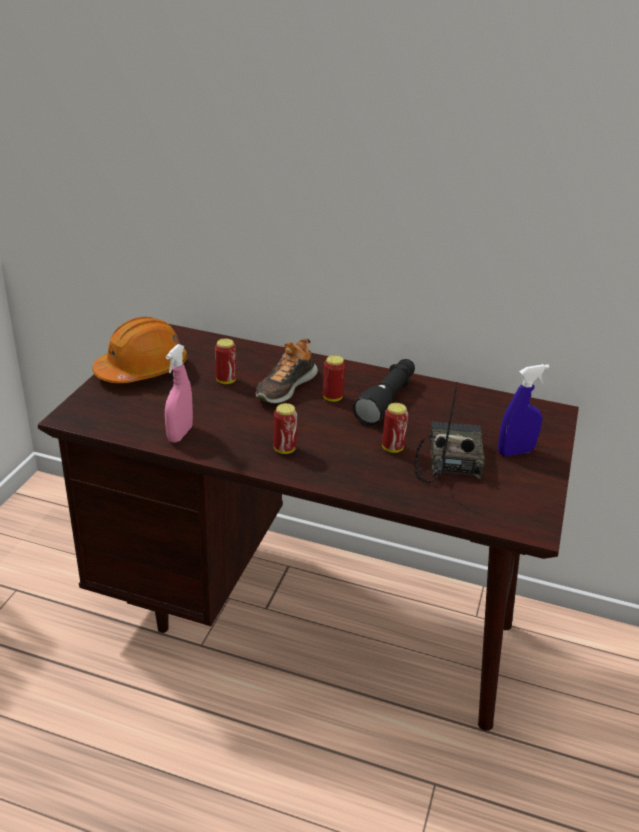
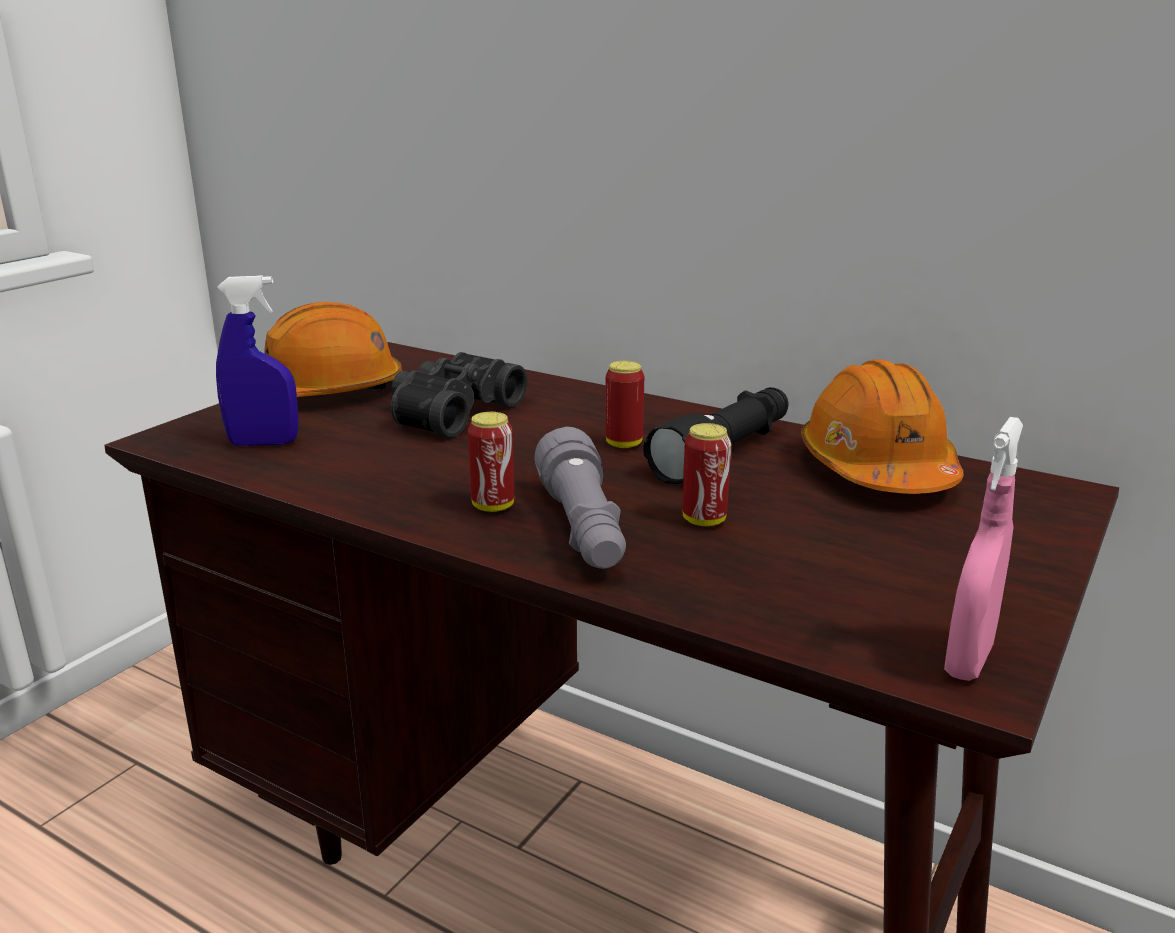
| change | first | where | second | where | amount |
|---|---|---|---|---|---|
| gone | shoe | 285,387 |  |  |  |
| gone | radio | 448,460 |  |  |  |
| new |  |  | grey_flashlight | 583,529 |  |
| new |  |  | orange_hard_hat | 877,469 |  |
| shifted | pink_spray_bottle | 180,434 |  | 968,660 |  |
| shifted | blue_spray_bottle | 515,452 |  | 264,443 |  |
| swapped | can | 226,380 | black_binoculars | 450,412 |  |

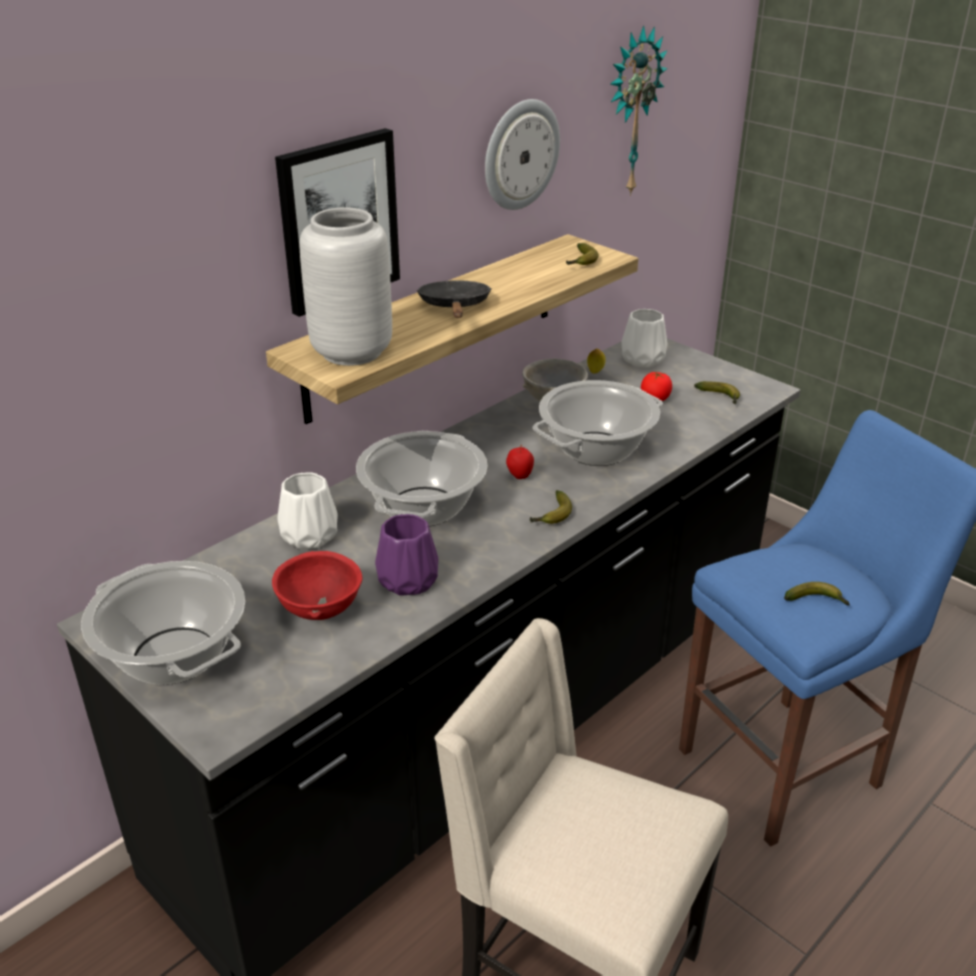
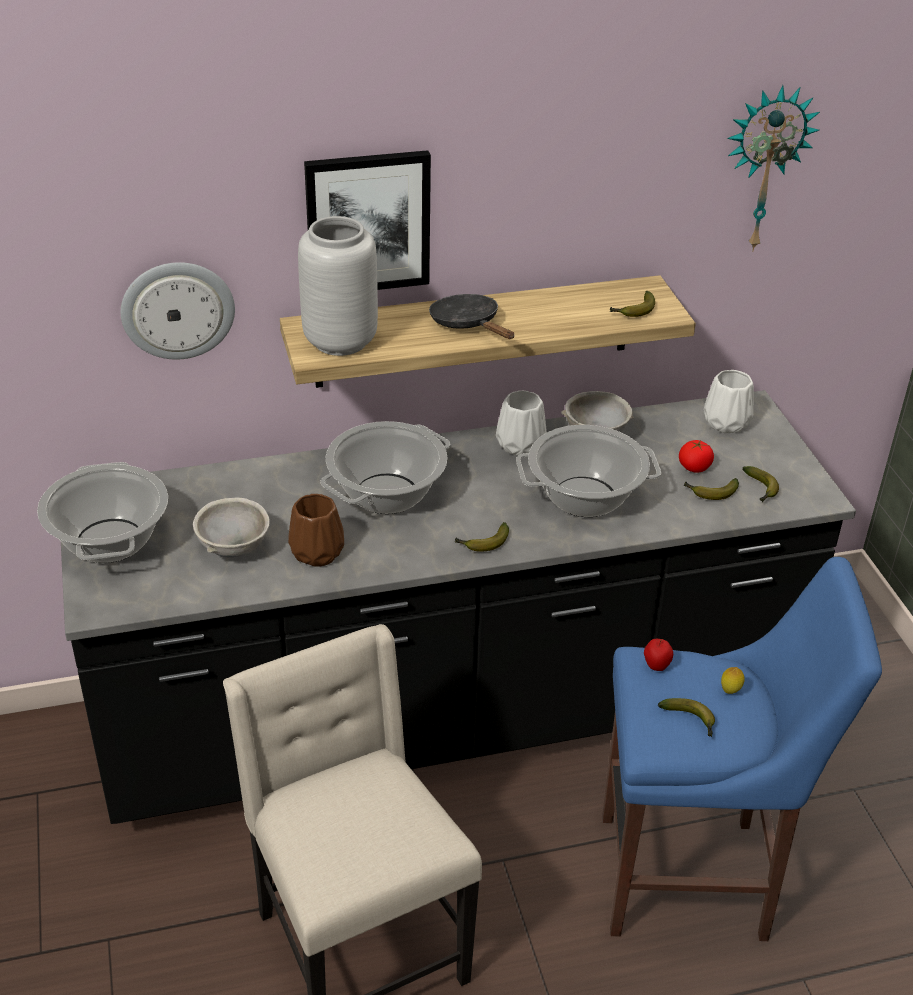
| change | first | where | second | where | amount |
|---|---|---|---|---|---|
| new |  |  | banana | 710,493 |  |
| shifted | white_vase | 311,535 |  | 521,444 |  |
| shifted | wall_clock | 520,154 |  | 177,309 |  |
| shifted | apple | 519,476 |  | 656,666 |  |
| shifted | lemon | 595,372 |  | 730,691 |  |
| repainted | red_bowl | 322,610 | grey_bowl | 235,549 |  |
| repainted | purple_vase | 409,581 | brown_vase | 318,552 |  |
| rotated | black_frying_pan | 455,307 |  | 468,324 | 60 degrees counterclockwise |

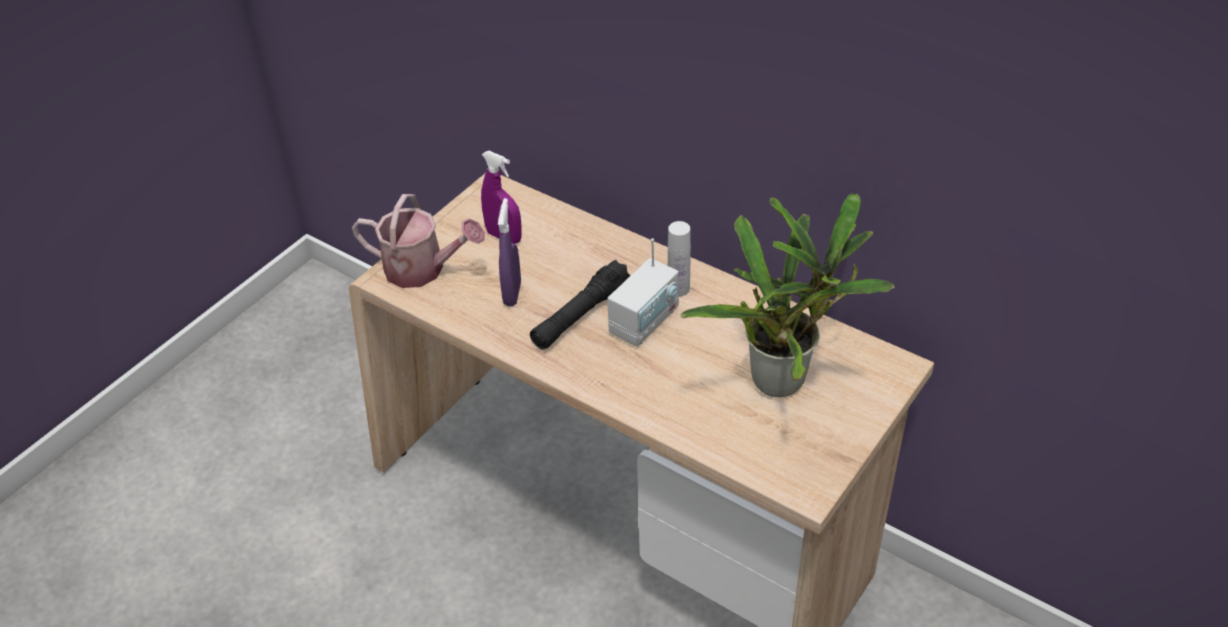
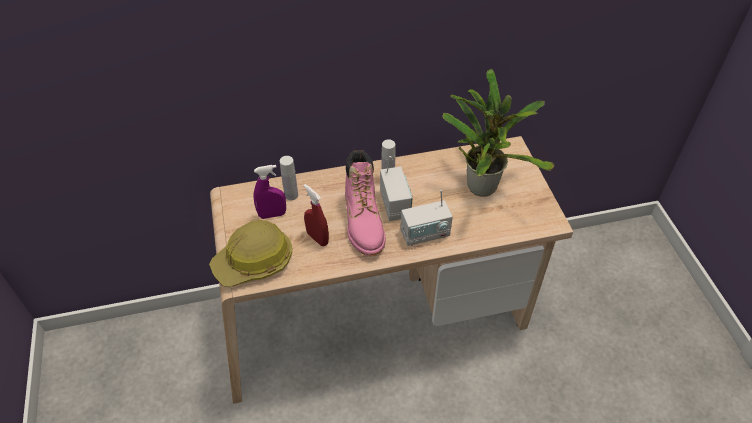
| change | first | where | second | where | amount |
|---|---|---|---|---|---|
| new |  |  | white_bottle | 291,195 |  |
| new |  |  | radio | 425,234 |  |
| swapped | watering_can | 422,269 | hard_hat | 254,262 |  |
| swapped | black_flashlight | 580,315 | pink_boot | 364,223 |  |
| repainted | purple_spray_bottle | 512,293 | red_spray_bottle | 317,238 |  |

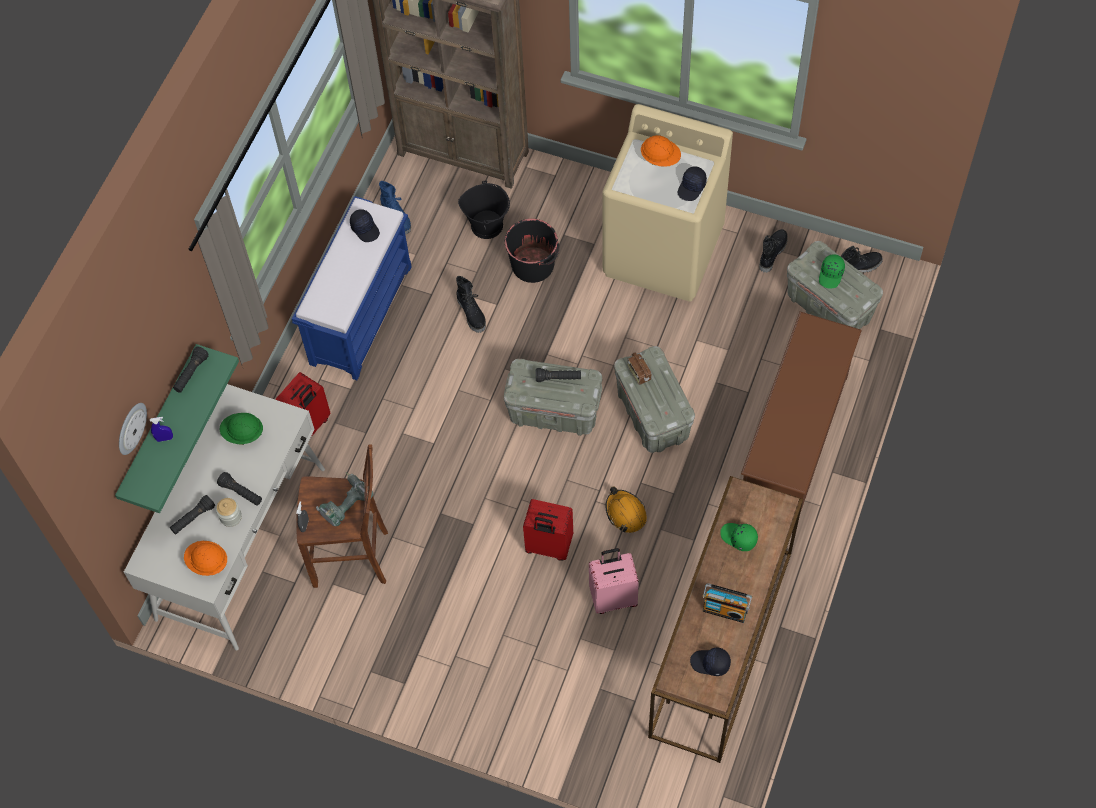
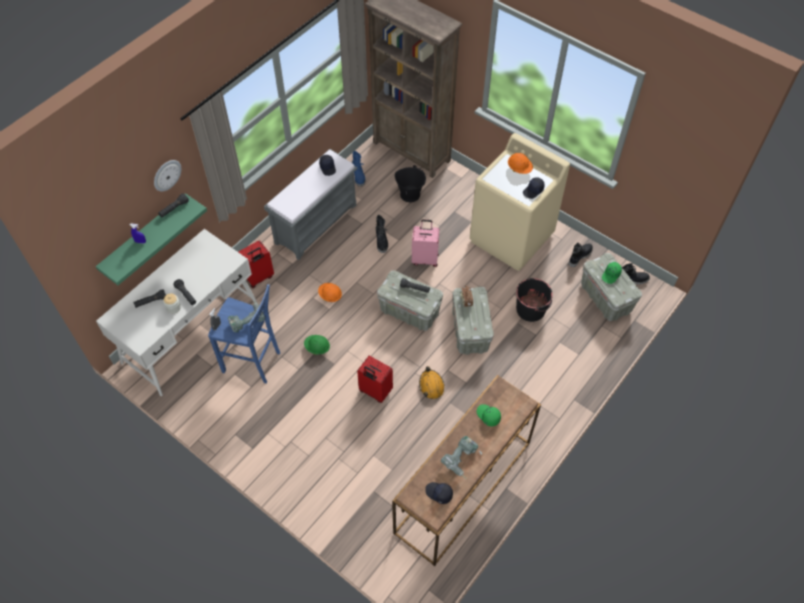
| change | first | where | second | where | amount |
|---|---|---|---|---|---|
| gone | brown_shoe_rack | 794,441 |  |  |  |
| shifted | wall_clock | 130,428 |  | 166,175 |  |
| shifted | orange_hard_hat | 207,563 |  | 330,296 |  |
| shifted | green_hard_hat | 243,434 |  | 317,348 |  |
| shifted | black_bucket | 533,265 |  | 531,309 |  |
| shifted | pink_suitcase | 613,597 |  | 425,259 |  |
| swapped | radio | 725,609 | power_drill | 462,460 |  |
| repainted | blue_bench | 361,313 | grey_bench | 316,223 |  |
| repainted | brown_stool | 353,558 | blue_stool | 253,362 |  |

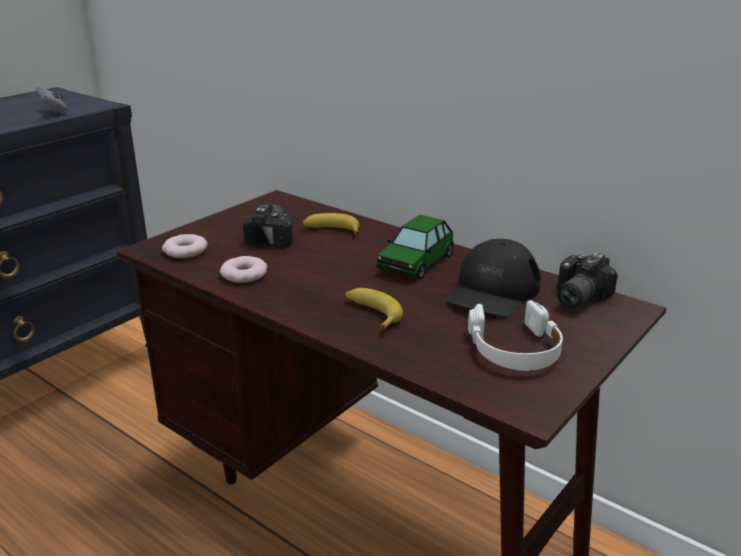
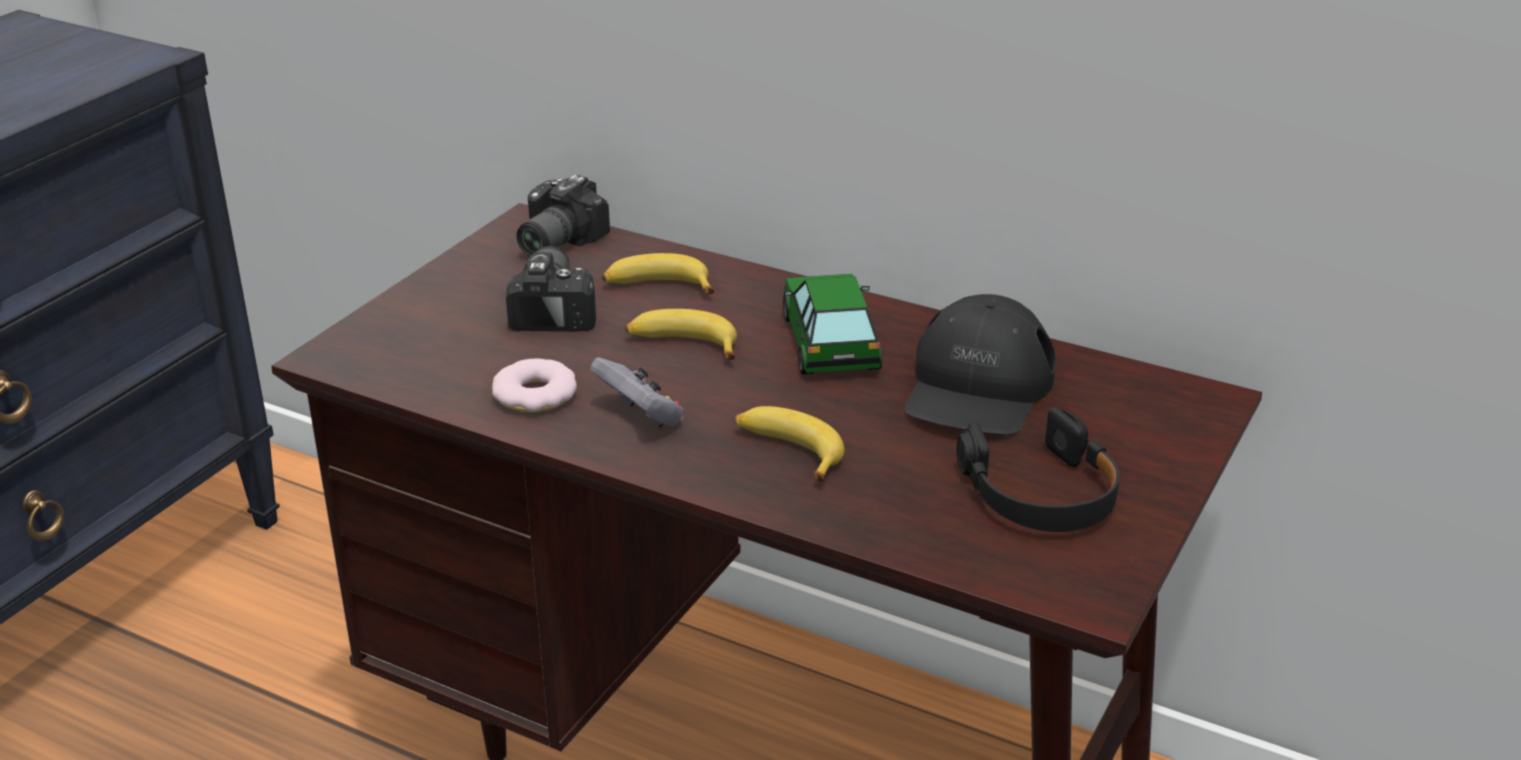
| change | first | where | second | where | amount |
|---|---|---|---|---|---|
| gone | donut | 185,251 |  |  |  |
| new |  |  | banana | 682,345 |  |
| shifted | grey_game_controller | 54,112 |  | 641,417 |  |
| shifted | photo_camera | 575,297 |  | 553,242 |  |
| repainted | white_headphones | 515,349 | black_headphones | 1041,493 |  |
| rotated | toy_car | 416,262 |  | 830,341 | 150 degrees clockwise |

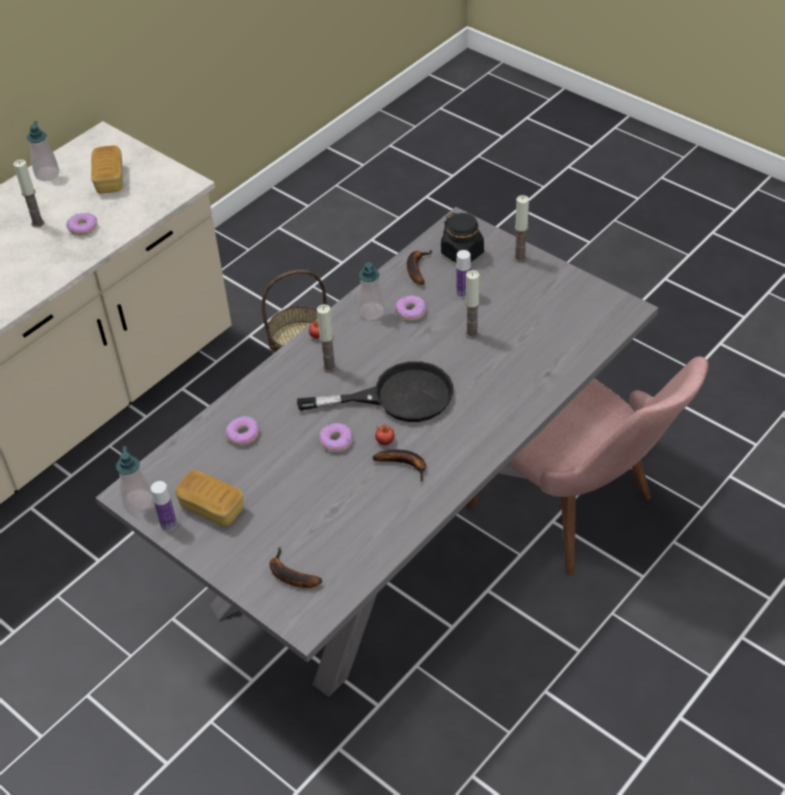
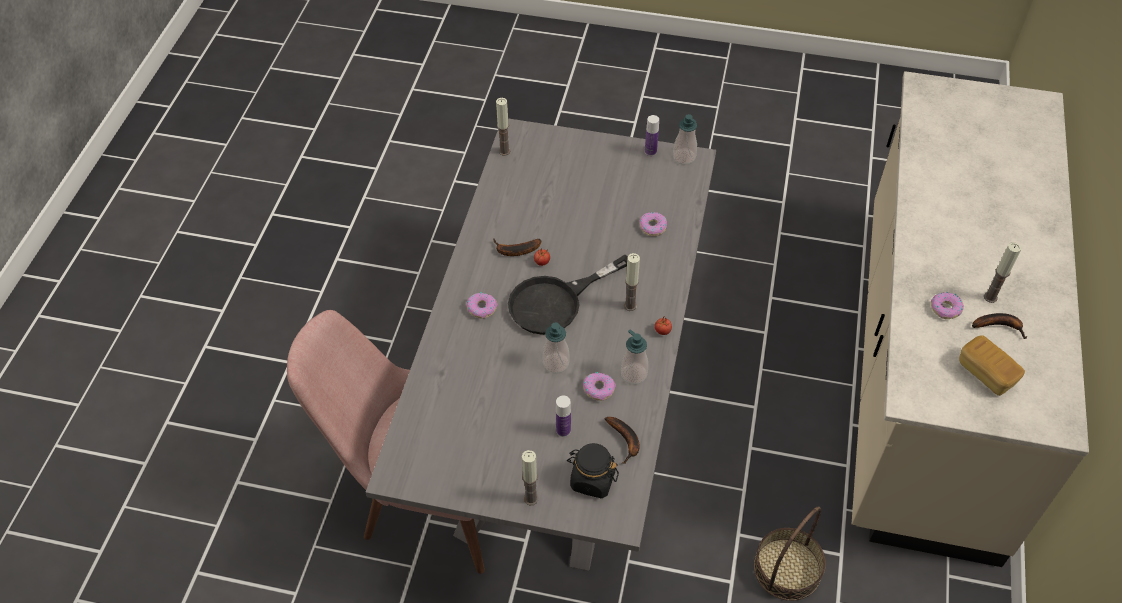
| change | first | where | second | where | amount |
|---|---|---|---|---|---|
| gone | bread | 212,508 |  |  |  |
| shifted | soap_dispenser | 47,174 |  | 556,363 |  |
| shifted | banana | 289,575 |  | 1000,326 |  |
| shifted | donut | 336,441 |  | 482,308 |  |
| shifted | candle | 472,333 |  | 504,151 |  |

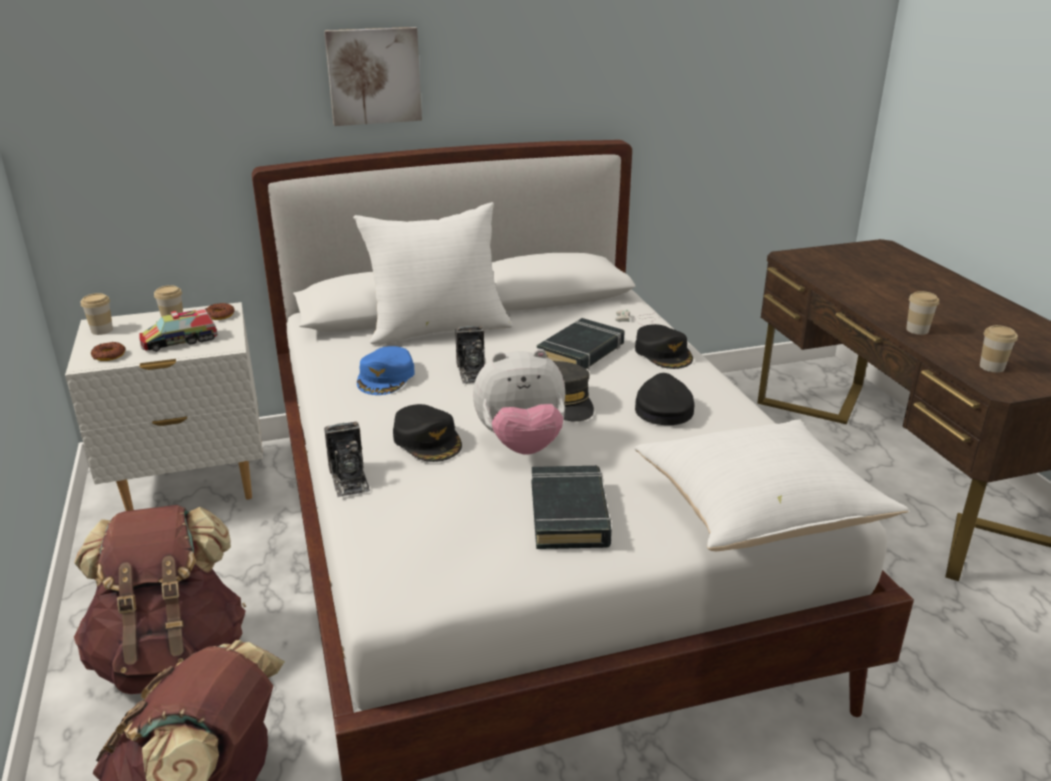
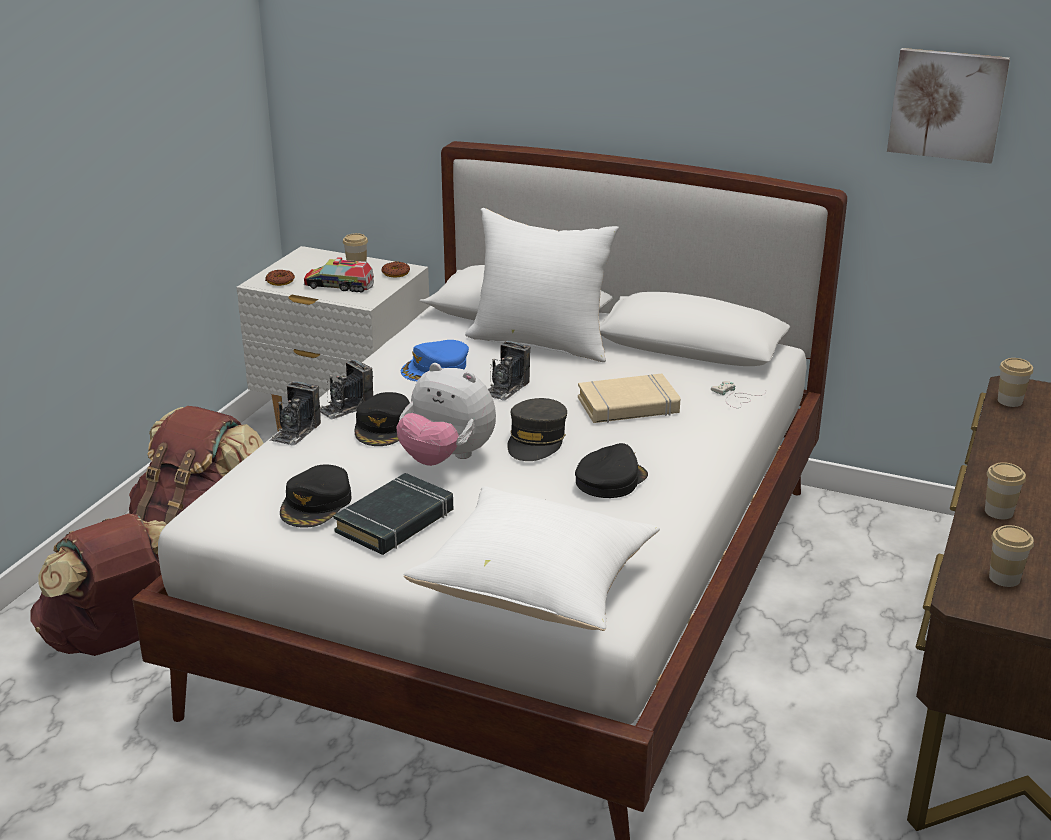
| change | first | where | second | where | amount |
|---|---|---|---|---|---|
| new |  |  | photo_camera | 345,407 |  |
| shifted | cup | 102,330 |  | 1009,401 |  |
| shifted | picture | 374,76 |  | 947,104 |  |
| shifted | black_cap | 663,353 |  | 316,504 |  |
| repainted | black_book | 581,352 | beige_book | 628,406 |  |

